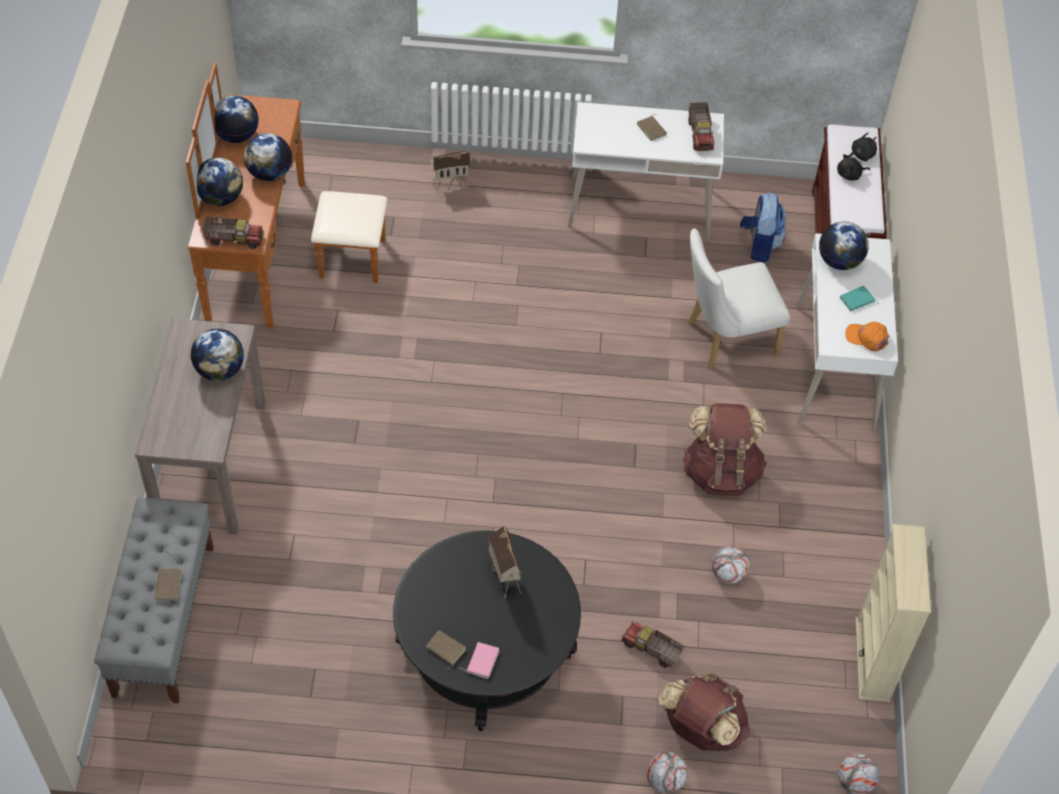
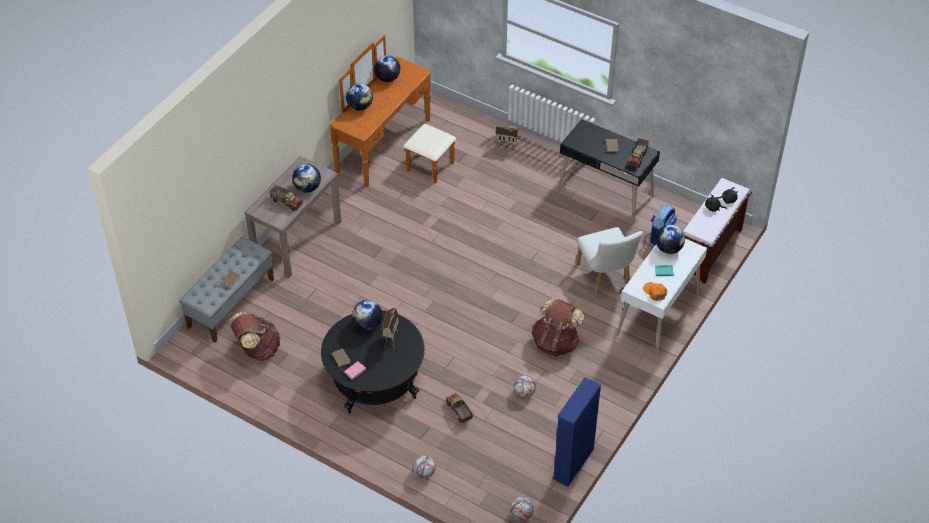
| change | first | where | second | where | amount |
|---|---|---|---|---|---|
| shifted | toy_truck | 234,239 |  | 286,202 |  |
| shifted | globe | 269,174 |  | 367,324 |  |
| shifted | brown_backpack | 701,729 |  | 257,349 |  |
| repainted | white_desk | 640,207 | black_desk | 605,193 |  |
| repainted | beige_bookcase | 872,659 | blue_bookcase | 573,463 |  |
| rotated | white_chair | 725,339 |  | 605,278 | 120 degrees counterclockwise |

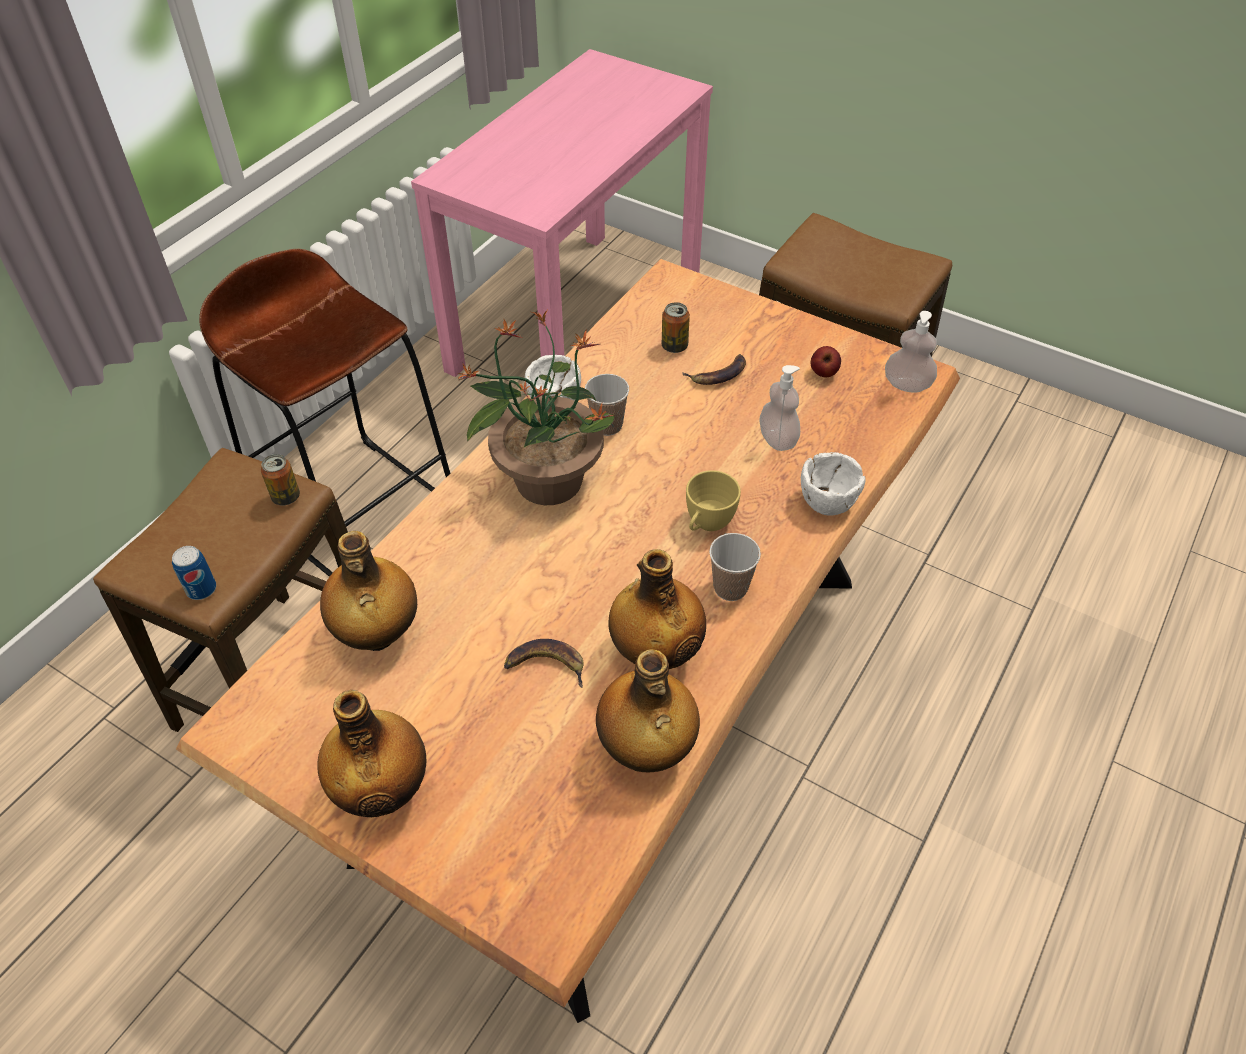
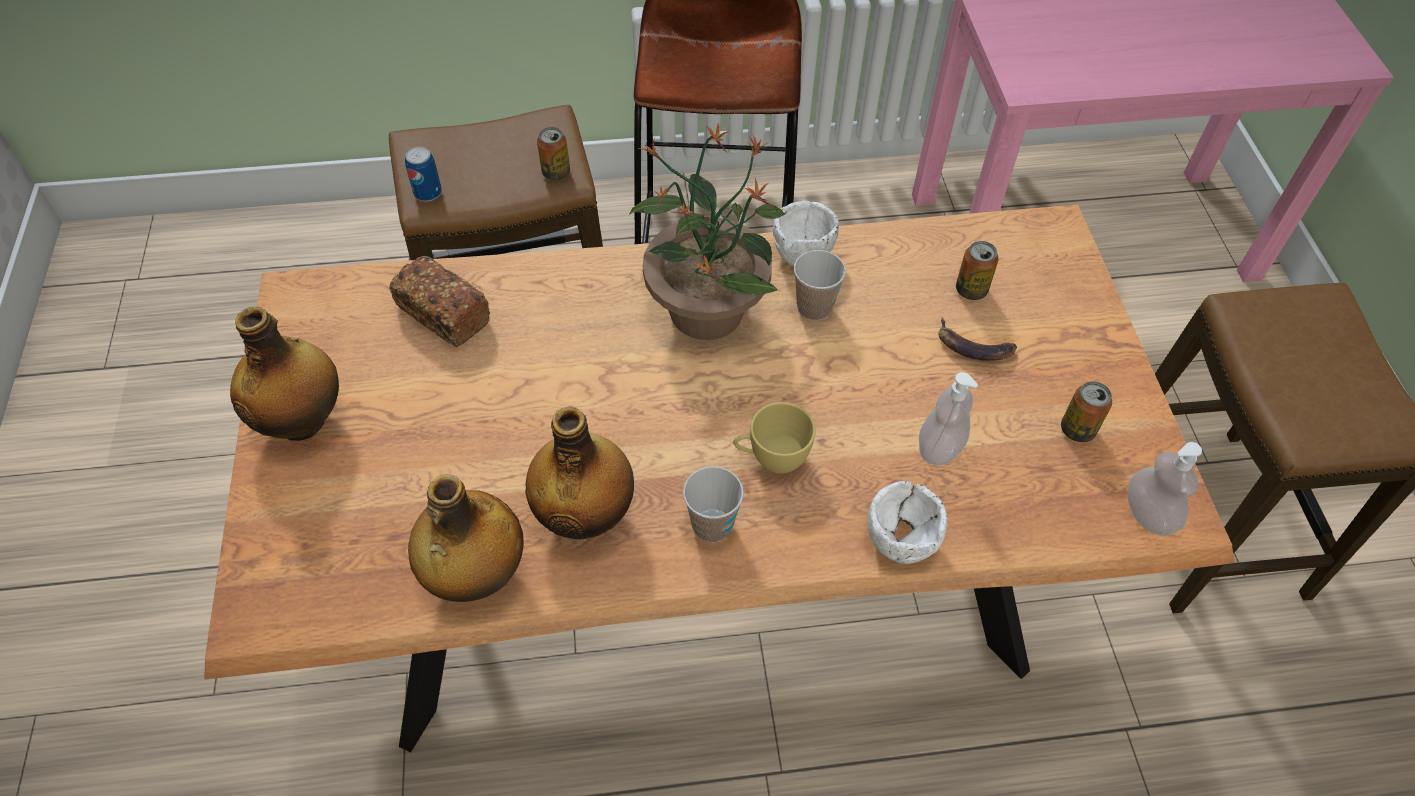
| change | first | where | second | where | amount |
|---|---|---|---|---|---|
| gone | banana | 546,665 |  |  |  |
| swapped | bottle | 377,634 | bread | 443,314 |  |
| swapped | apple | 823,373 | can | 1077,429 |  |

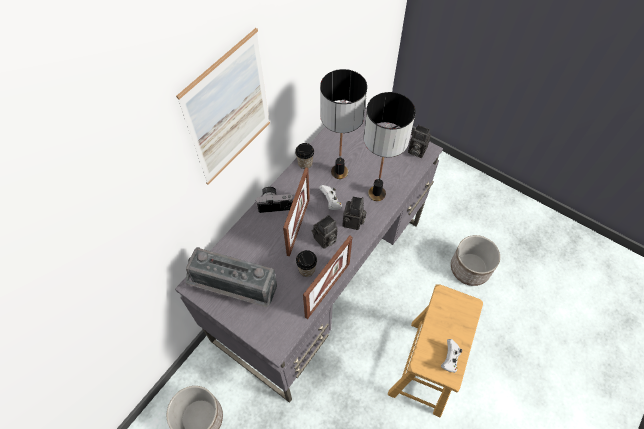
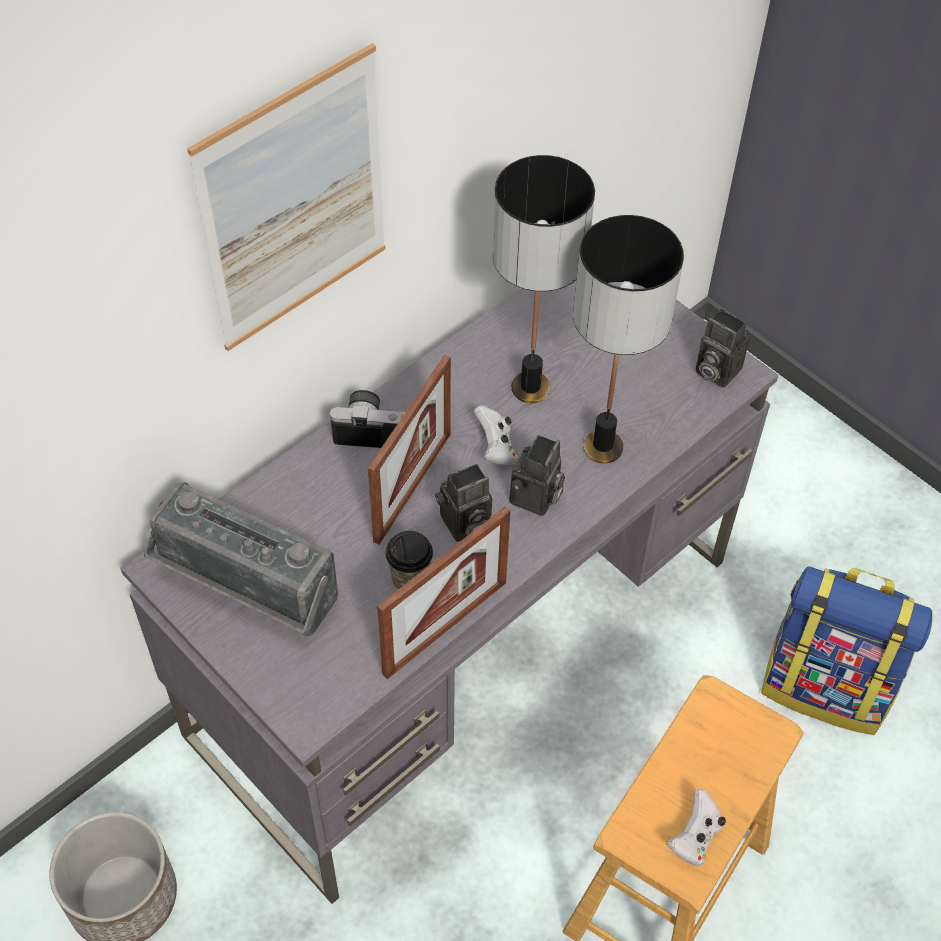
| change | first | where | second | where | amount |
|---|---|---|---|---|---|
| gone | cup | 305,163 |  |  |  |
| swapped | planter | 470,268 | backpack | 827,685 |  |

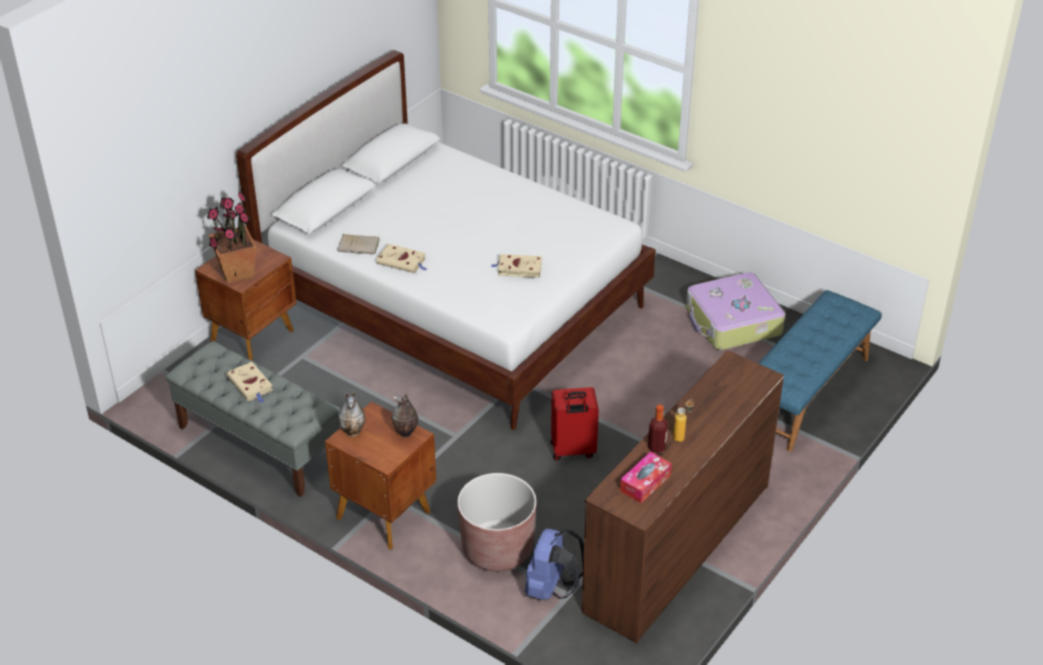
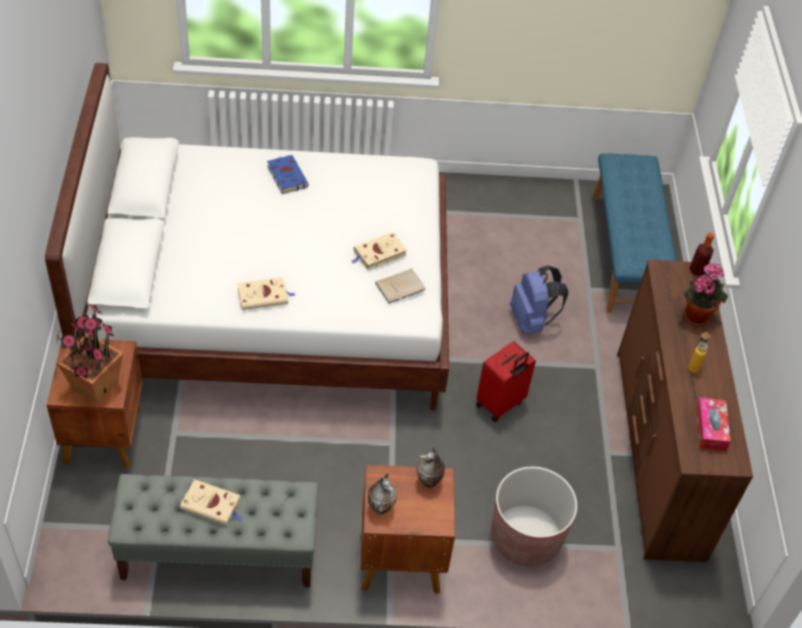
| change | first | where | second | where | amount |
|---|---|---|---|---|---|
| gone | suitcase | 732,322 |  |  |  |
| new |  |  | blue_book | 286,176 |  |
| new |  |  | potted_plant | 696,315 |  |
| shifted | beige_book | 360,246 |  | 401,287 |  |
| shifted | blue_backpack | 552,588 |  | 532,320 |  |
| shifted | bottle | 656,448 |  | 697,270 |  |

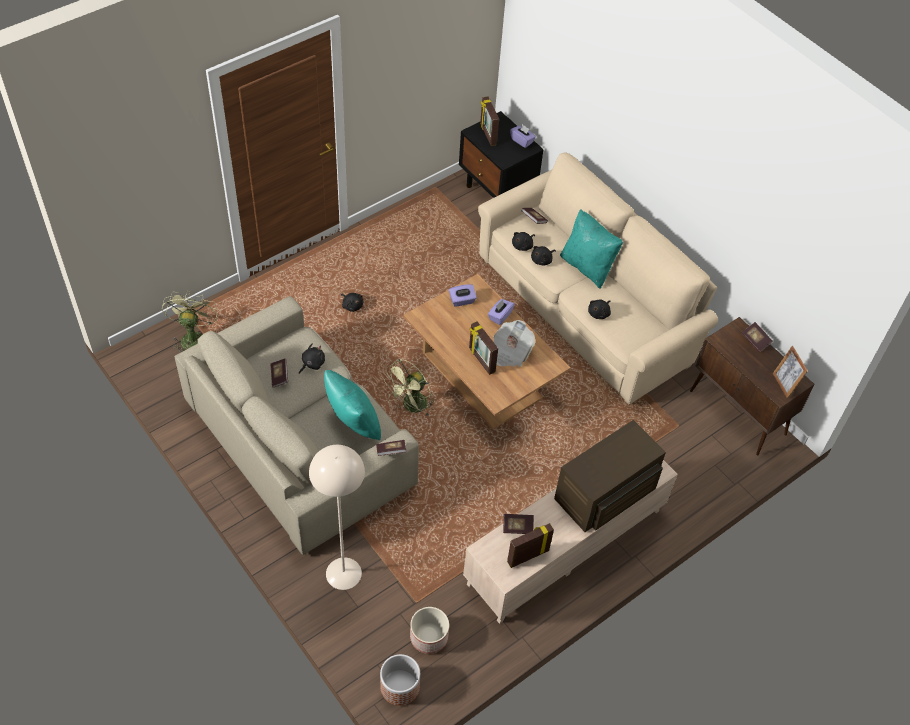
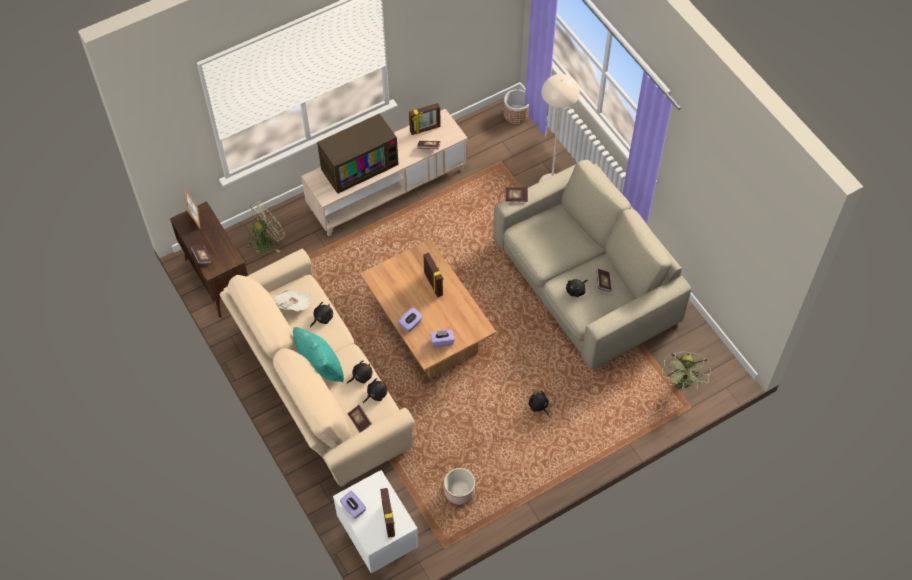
| change | first | where | second | where | amount |
|---|---|---|---|---|---|
| gone | turquoise_pillow | 353,422 |  |  |  |
| shifted | green_fan | 411,407 |  | 266,241 |  |
| shifted | planter | 429,637 |  | 459,491 |  |
| shifted | newspaper | 511,352 |  | 295,305 |  |
| repainted | black_nightstand | 497,190 | white_nightstand | 378,539 |  |

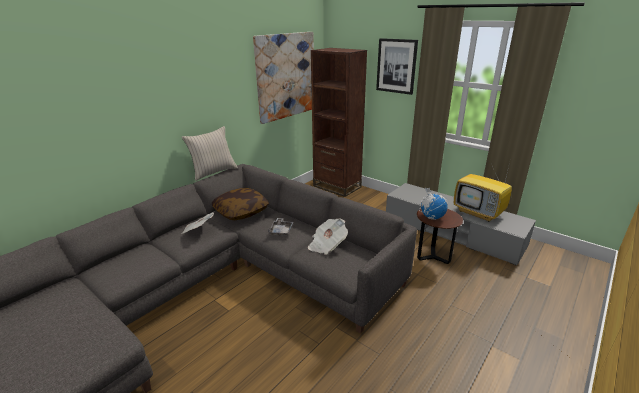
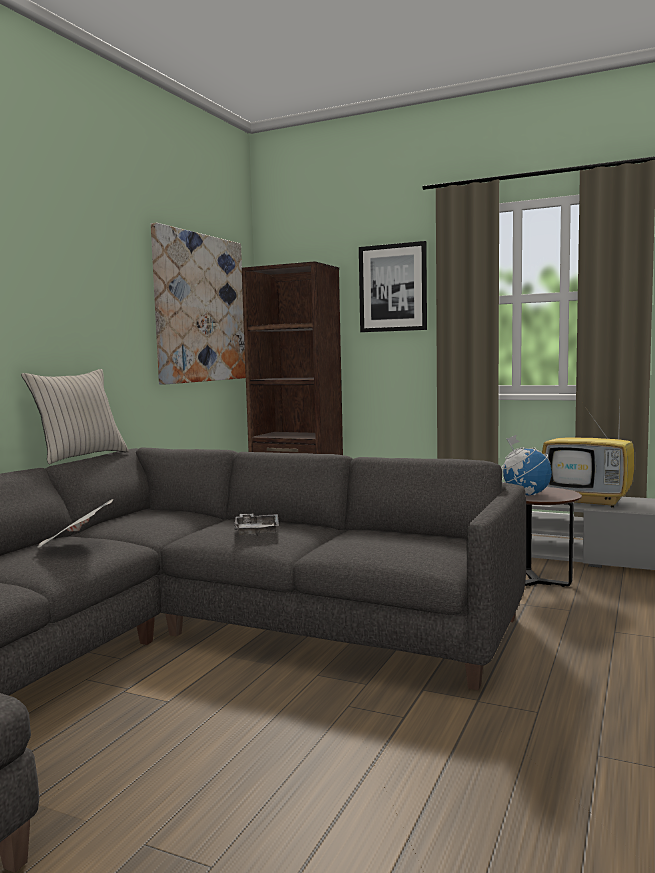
| change | first | where | second | where | amount |
|---|---|---|---|---|---|
| gone | pillow | 241,211 |  |  |  |
| gone | newspaper | 327,245 |  |  |  |

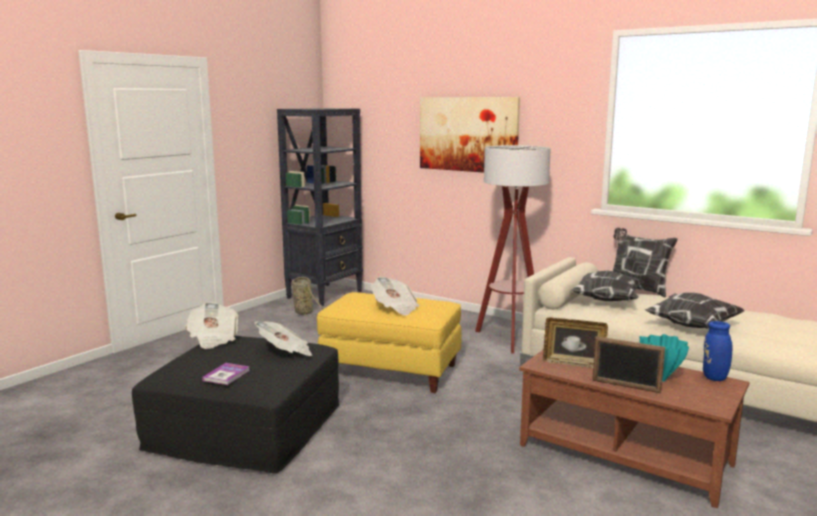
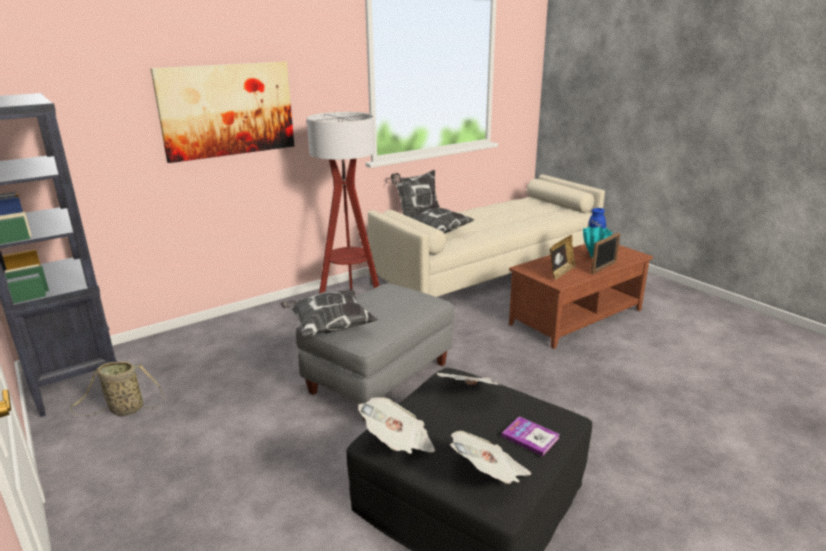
| change | first | where | second | where | amount |
|---|---|---|---|---|---|
| shifted | newspaper | 395,308 |  | 489,474 |  |
| shifted | pillow | 691,326 |  | 328,327 |  |
| repainted | yellow_ottoman | 391,370 | grey_ottoman | 378,377 |  |

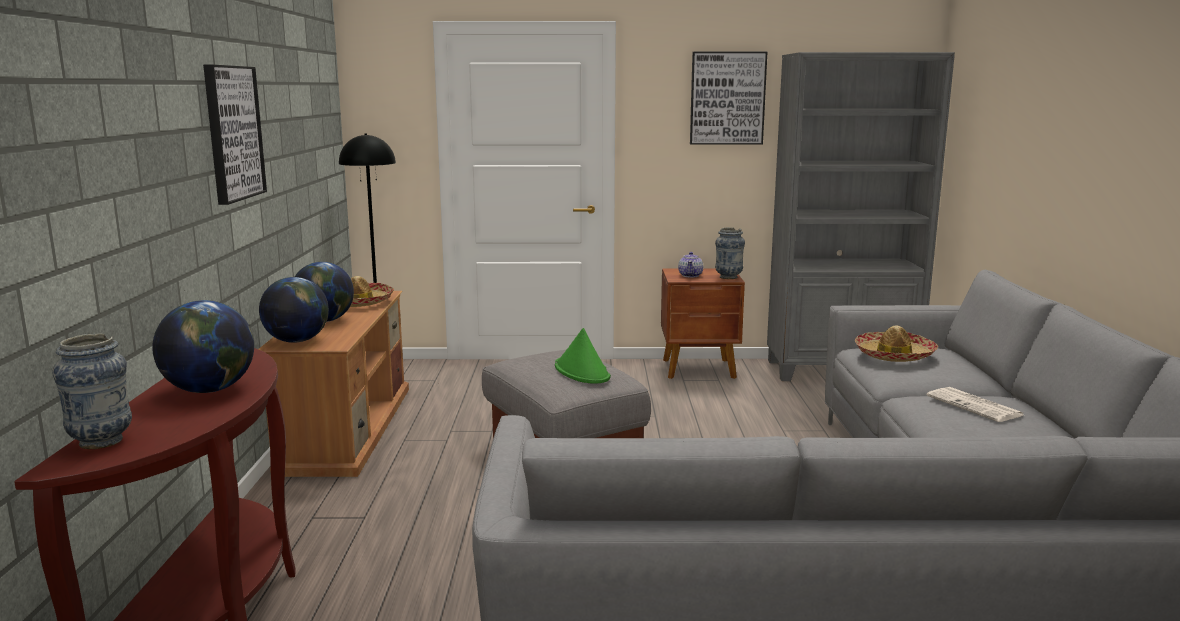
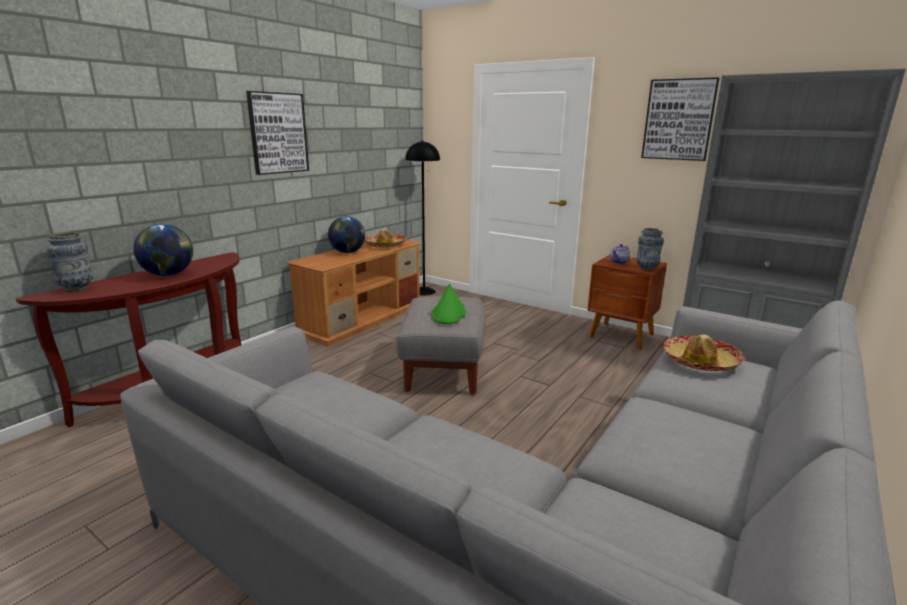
| change | first | where | second | where | amount |
|---|---|---|---|---|---|
| gone | globe | 297,341 |  |  |  |
| gone | newspaper | 976,406 |  |  |  |

